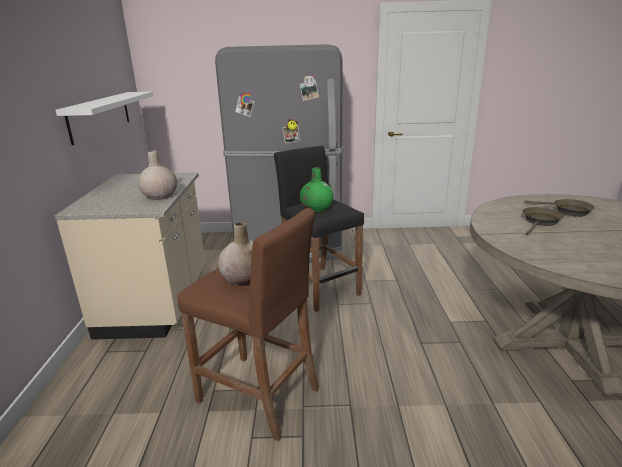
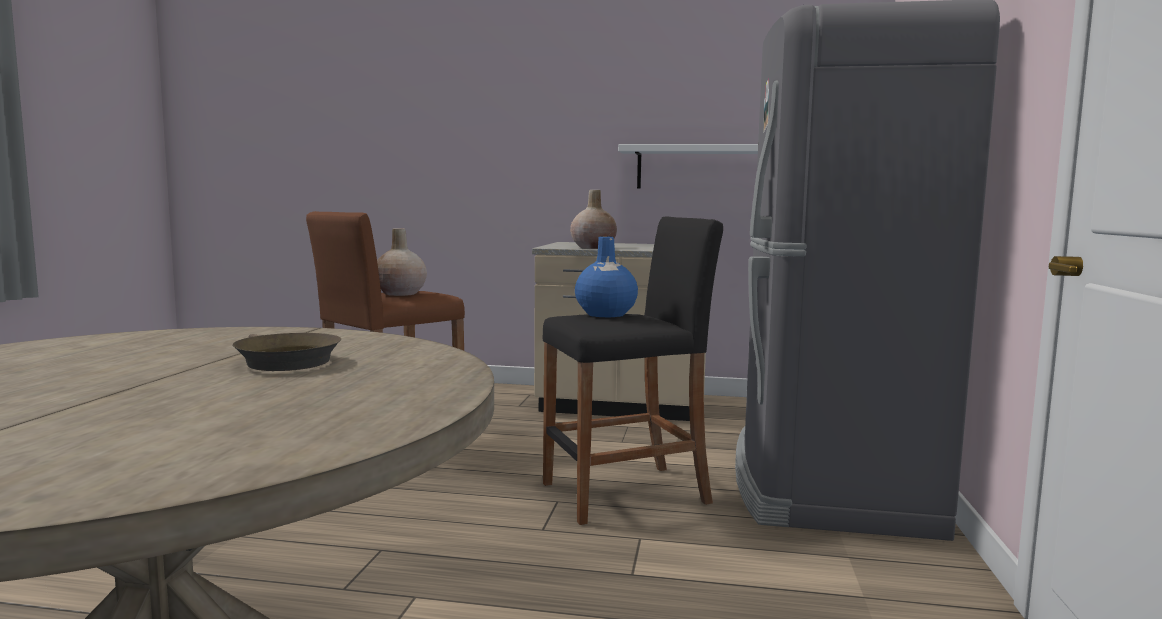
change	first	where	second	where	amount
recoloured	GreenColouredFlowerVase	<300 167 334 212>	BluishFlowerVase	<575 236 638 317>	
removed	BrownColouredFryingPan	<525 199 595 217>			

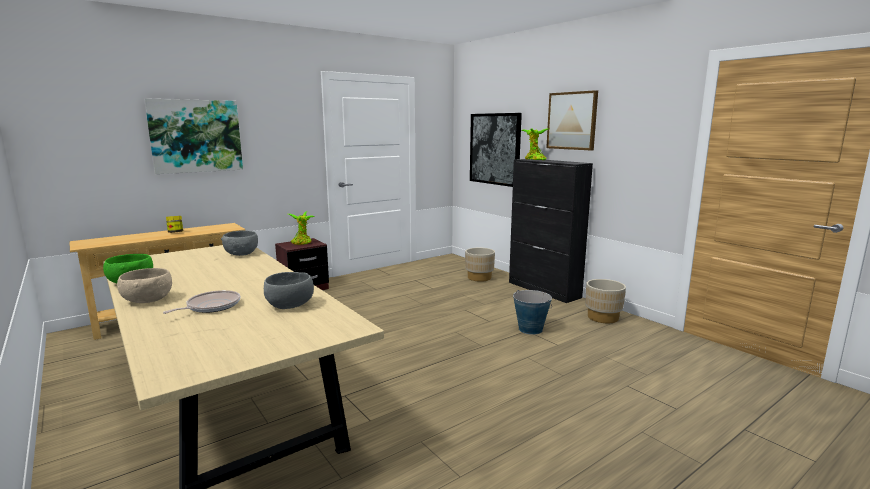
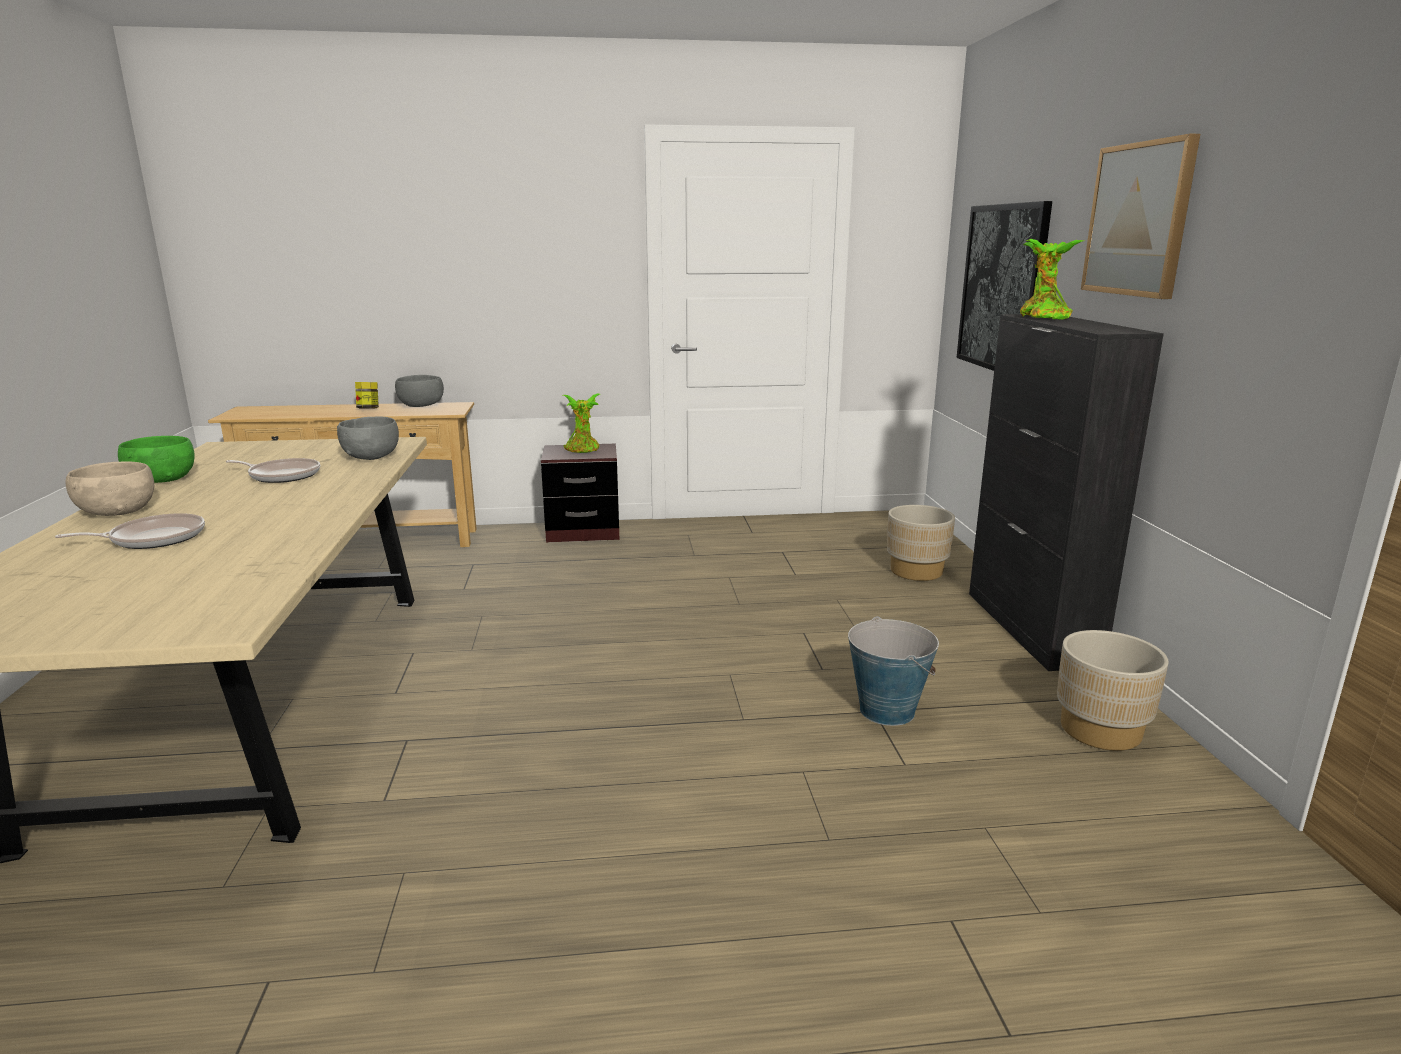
change	first	where	second	where	amount
removed	WallPicture	<144 98 243 174>			
moved	GreyishServingBowl	<264 272 314 309>		<395 375 444 407>	
added			FryingPan	<226 458 320 483>	

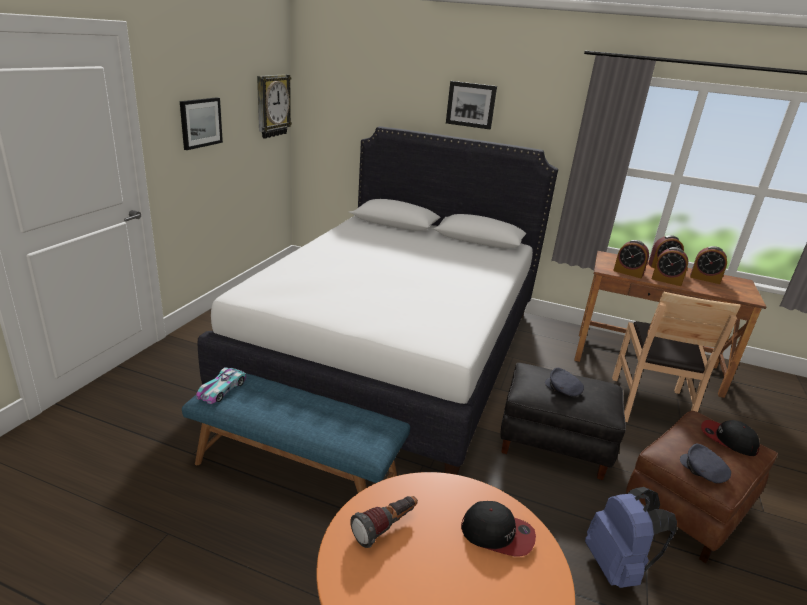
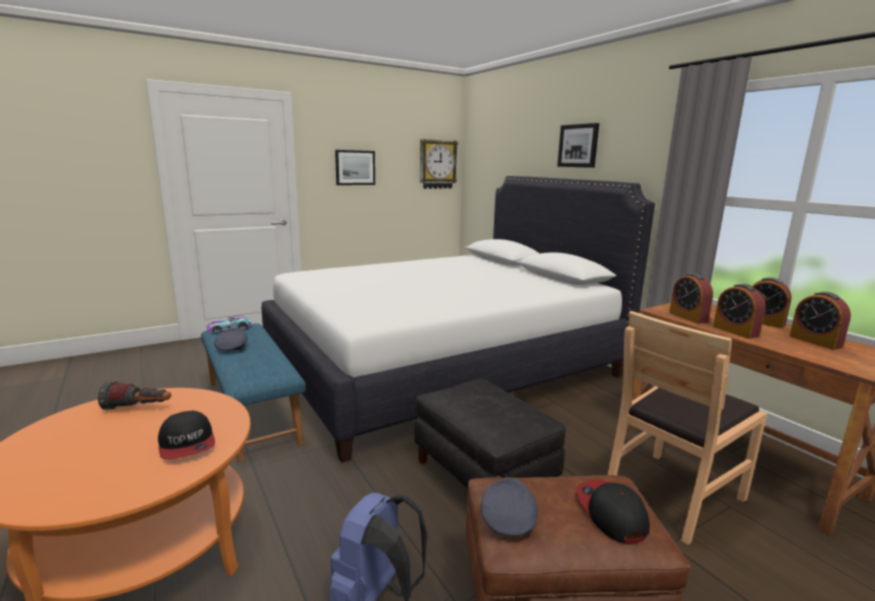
change	first	where	second	where	amount
moved	GreyishBaseballCap	<545 368 584 397>		<214 328 247 351>	

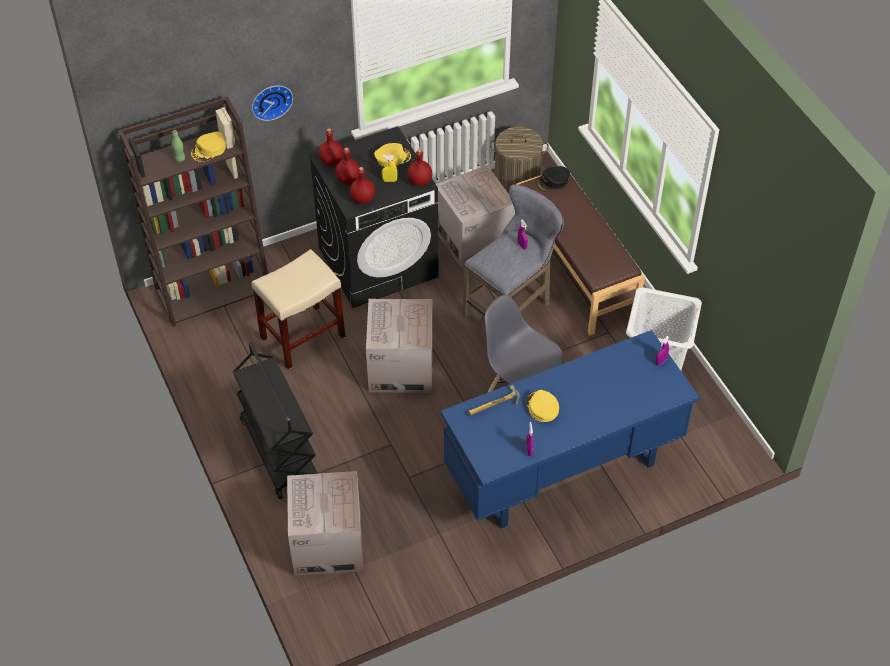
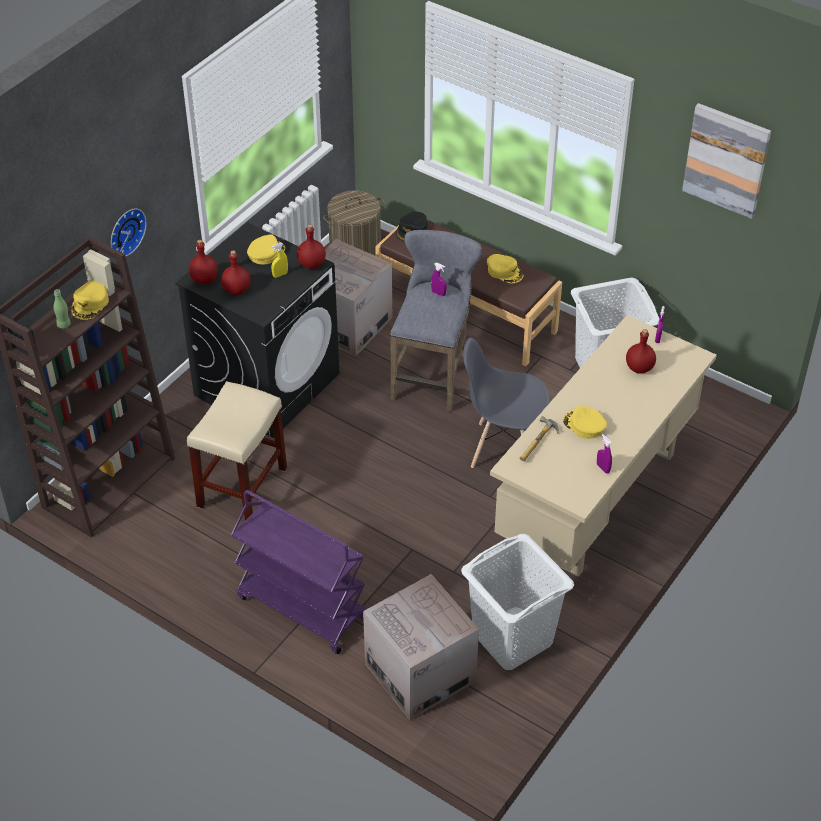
change	first	where	second	where	amount
moved	ReddishBottle	<350 167 375 204>		<626 329 656 373>	
removed	CardboardBox	<366 299 433 393>			
recoloured	BluishDeskUnit	<441 330 700 528>	SandColouredDeskUnit	<490 315 717 577>	
recoloured	BlackishWheeledCart	<233 343 318 499>	PurplishWheeledCart	<231 490 366 654>	
added			WallPicture	<682 103 771 219>	
added			YellowColouredBaseballCap	<487 254 524 283>	
added			WhiteColouredHamper	<461 534 574 670>	

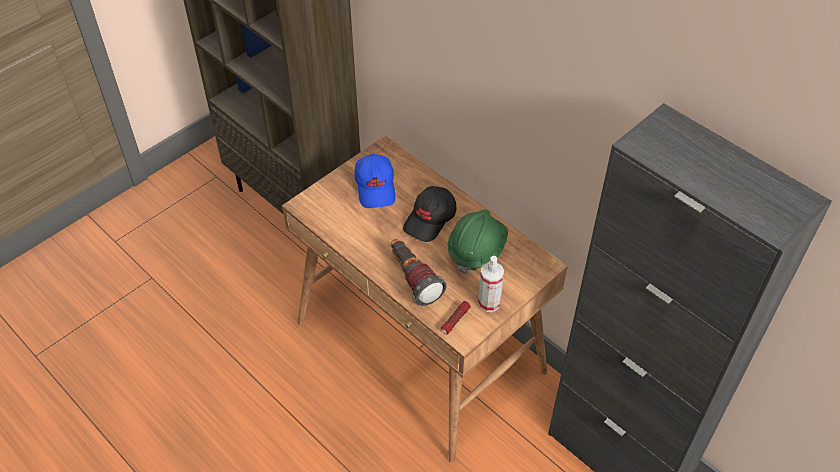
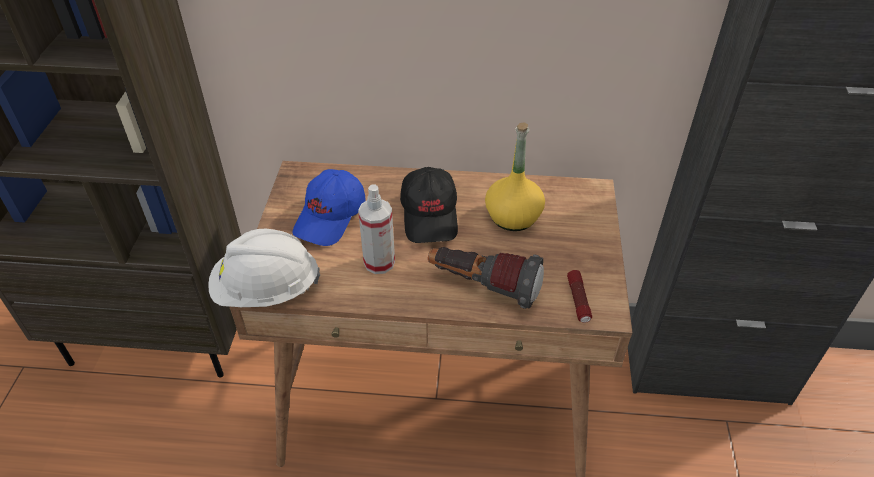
change	first	where	second	where	amount
turned	BluishBaseballCap	<354 154 396 208>		<293 169 366 246>	75 degrees clockwise
replaced	GreenColouredSafetyHelmet	<447 209 508 274>	YellowColouredBottle	<485 122 545 231>	
moved	HandSprayer	<478 256 504 312>		<358 184 395 274>	
added			WhiteColouredSafetyHelmet	<208 229 320 307>	

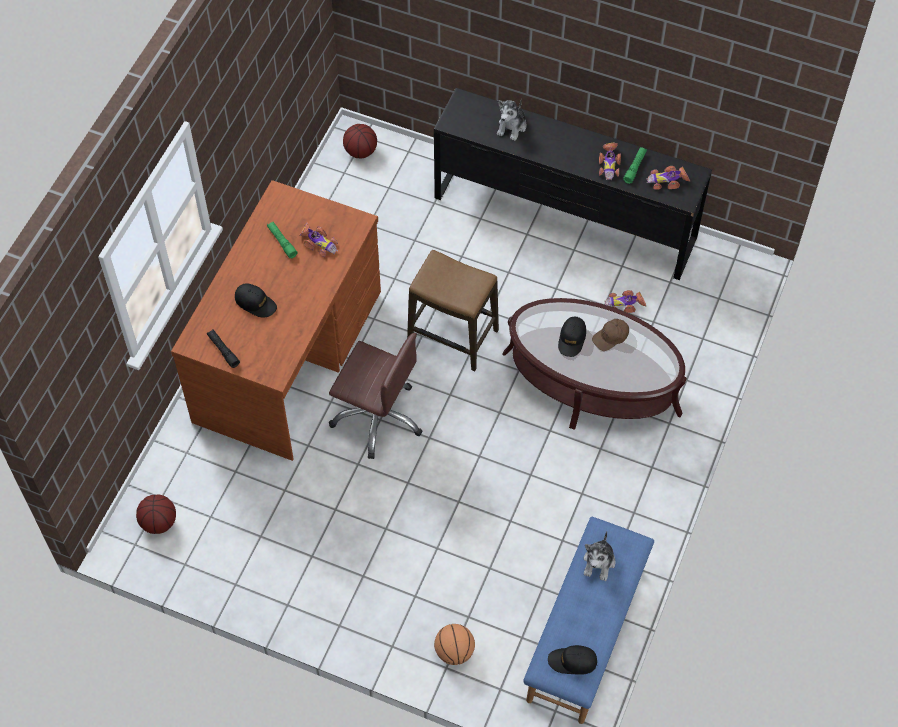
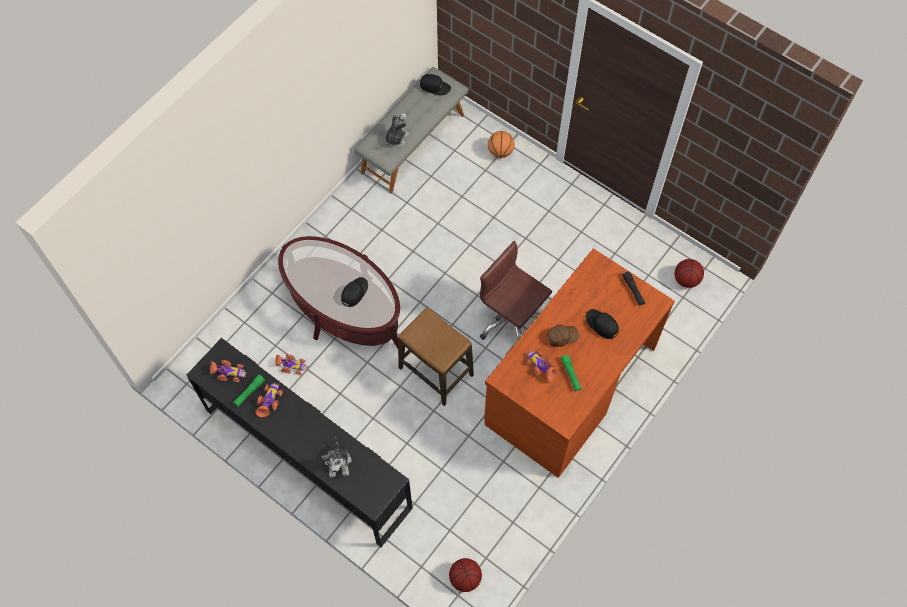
change	first	where	second	where	amount
turned	SoftToy	<497 98 526 141>		<321 437 352 478>	135 degrees clockwise
moved	BrownColouredBaseballCap	<592 319 629 351>		<547 325 579 347>	
recoloured	BluishBench	<523 517 654 724>	GreyishBench	<353 67 468 194>	

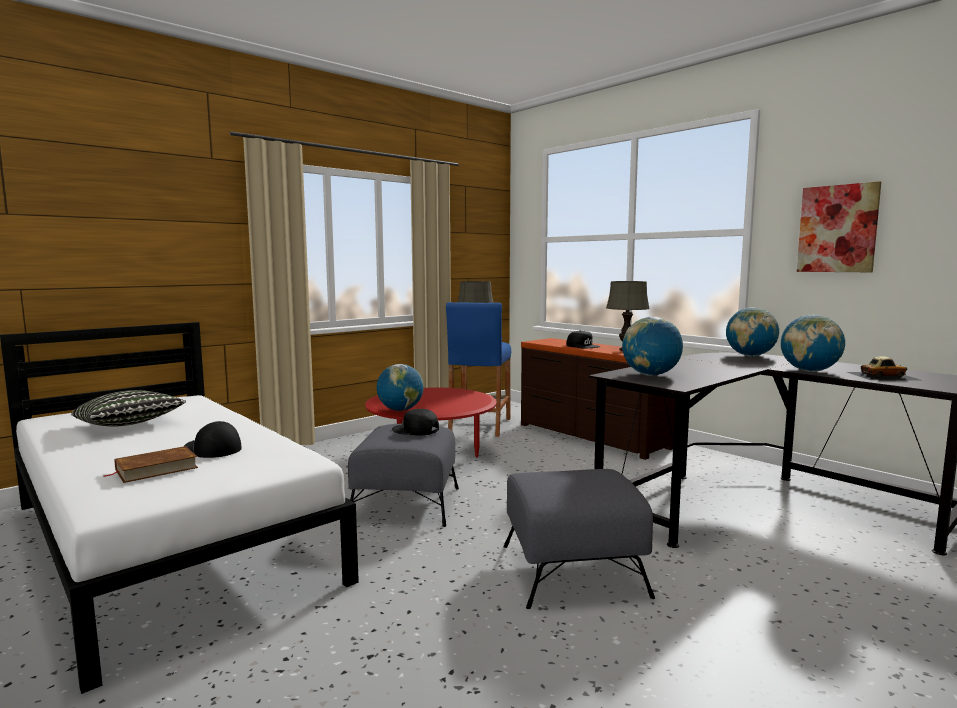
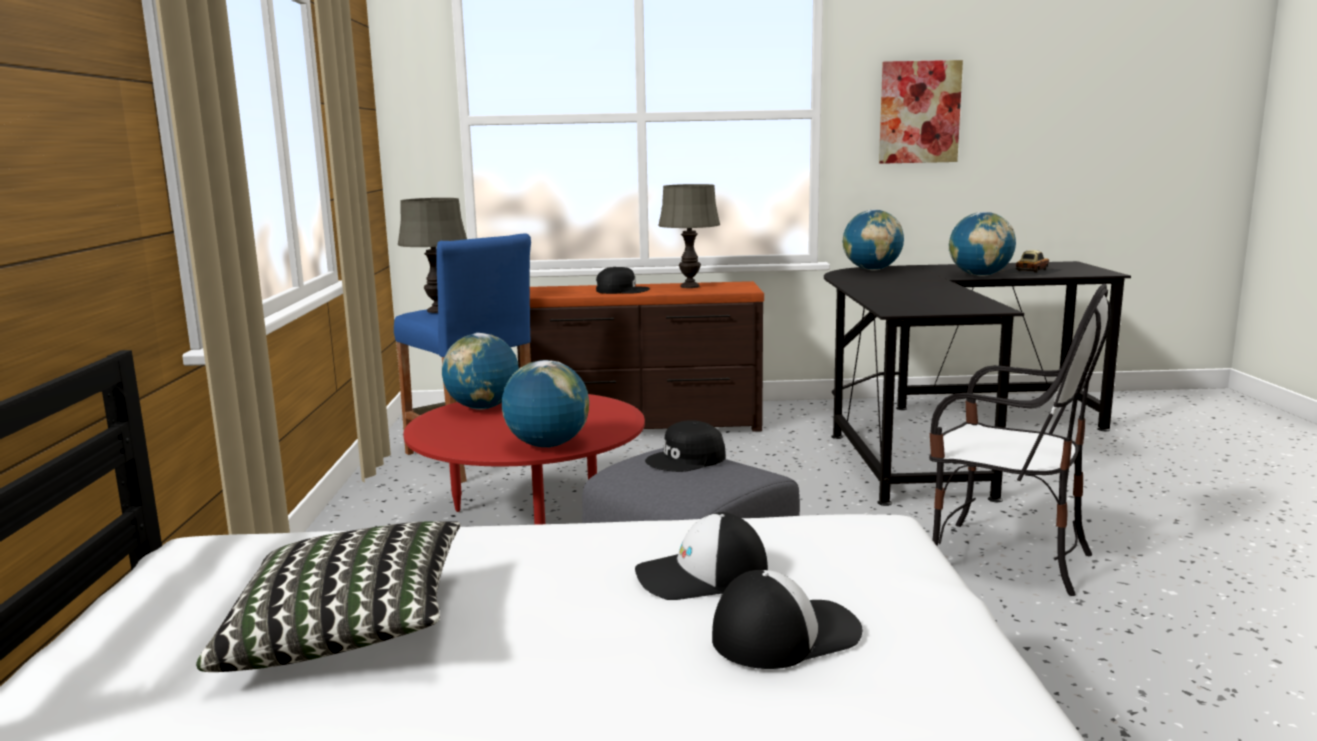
change	first	where	second	where	amount
moved	Globe	<622 317 683 376>		<442 333 519 410>	
replaced	BrownColouredBook	<103 446 198 483>	BaseballCap	<712 570 862 669>	
replaced	GreyishFootrest	<503 469 655 609>	UprightChair	<929 284 1111 596>	

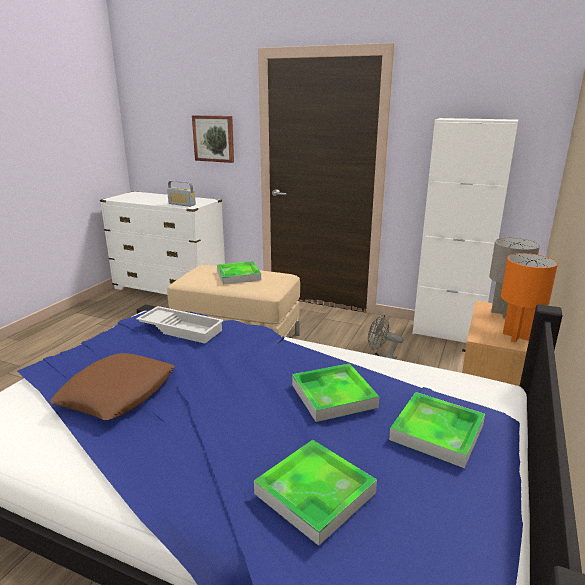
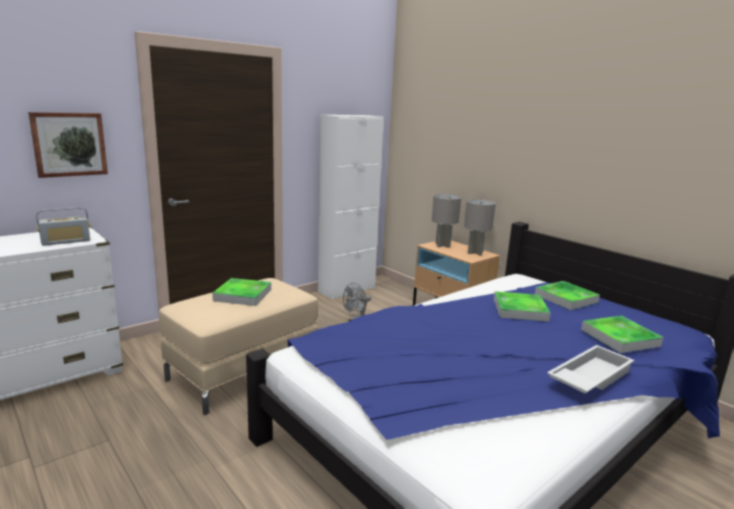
change	first	where	second	where	amount
recoloured	OrangeyTabletopLamp	<501 253 558 342>	GreyishTabletopLamp	<464 199 496 256>	
moved	WhiteColouredCarryingTray	<136 306 224 343>		<547 345 635 394>	
removed	BrownColouredPillow	<50 353 175 420>			

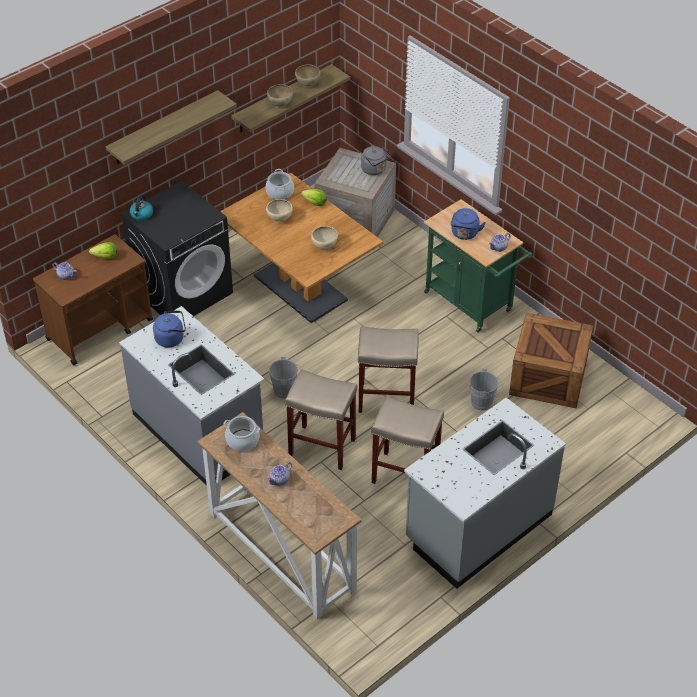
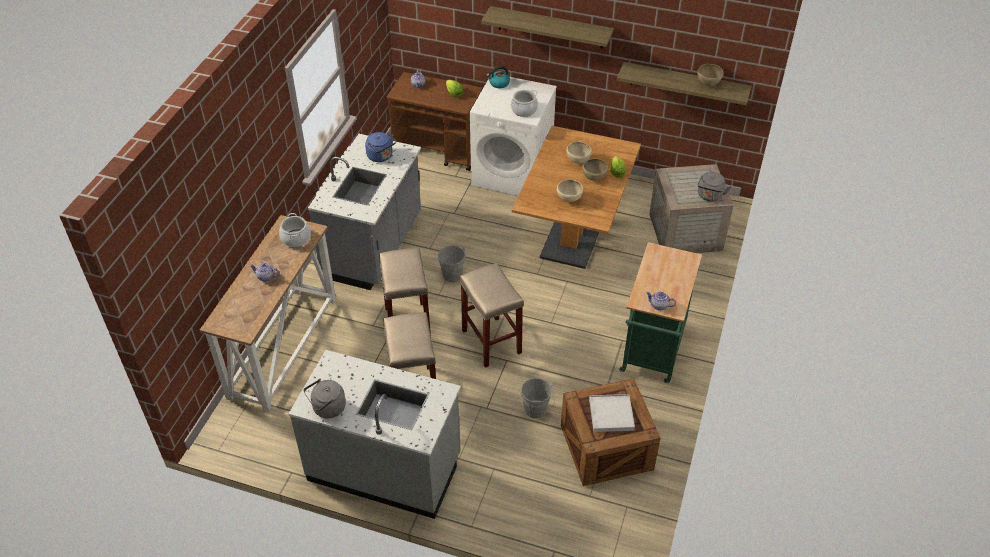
change	first	where	second	where	amount
moved	BrownColouredServingBowl	<267 84 293 107>		<582 158 608 181>	
moved	Stockpot	<266 169 294 200>		<511 90 538 117>	
recoloured	BlackishWashingMachine	<120 181 233 316>	WhiteColouredWashingMachine	<470 77 557 196>	
removed	BluishTeaKettle	<451 208 486 240>			
added			GreyishTeaKettle	<303 379 346 418>	
added			WhiteColouredCarryingTray	<589 394 635 432>	

